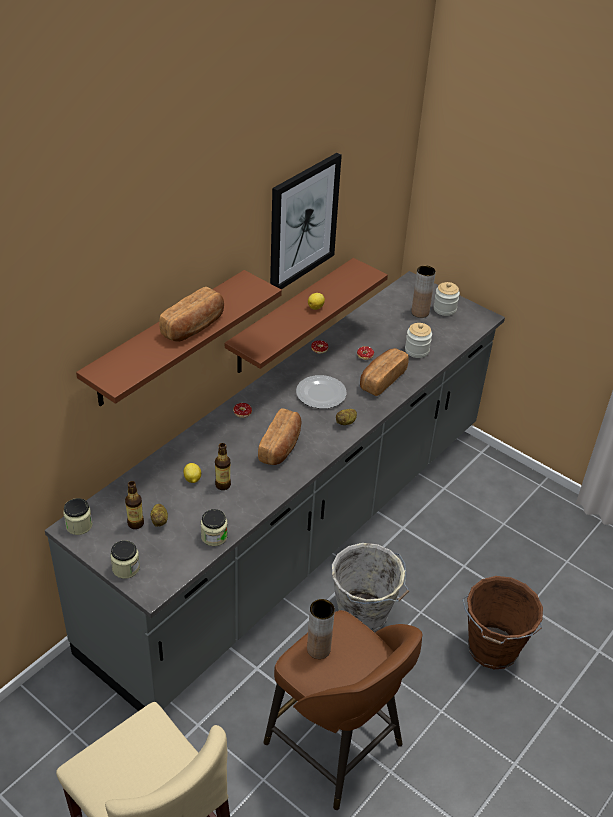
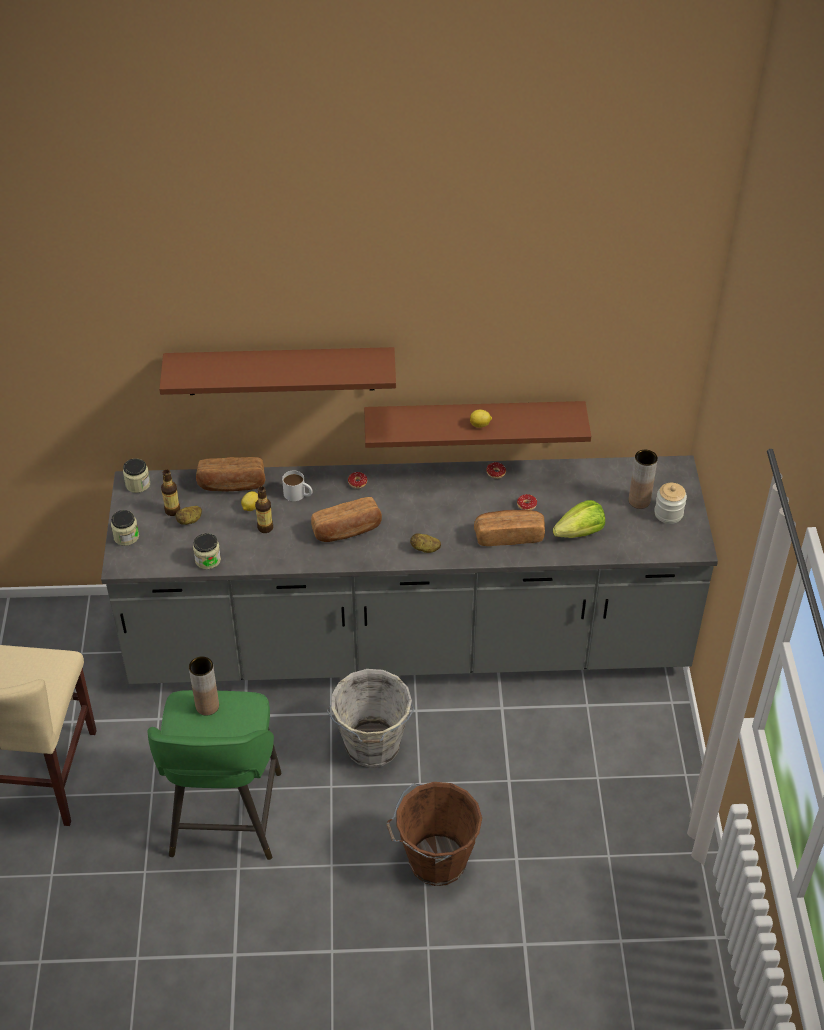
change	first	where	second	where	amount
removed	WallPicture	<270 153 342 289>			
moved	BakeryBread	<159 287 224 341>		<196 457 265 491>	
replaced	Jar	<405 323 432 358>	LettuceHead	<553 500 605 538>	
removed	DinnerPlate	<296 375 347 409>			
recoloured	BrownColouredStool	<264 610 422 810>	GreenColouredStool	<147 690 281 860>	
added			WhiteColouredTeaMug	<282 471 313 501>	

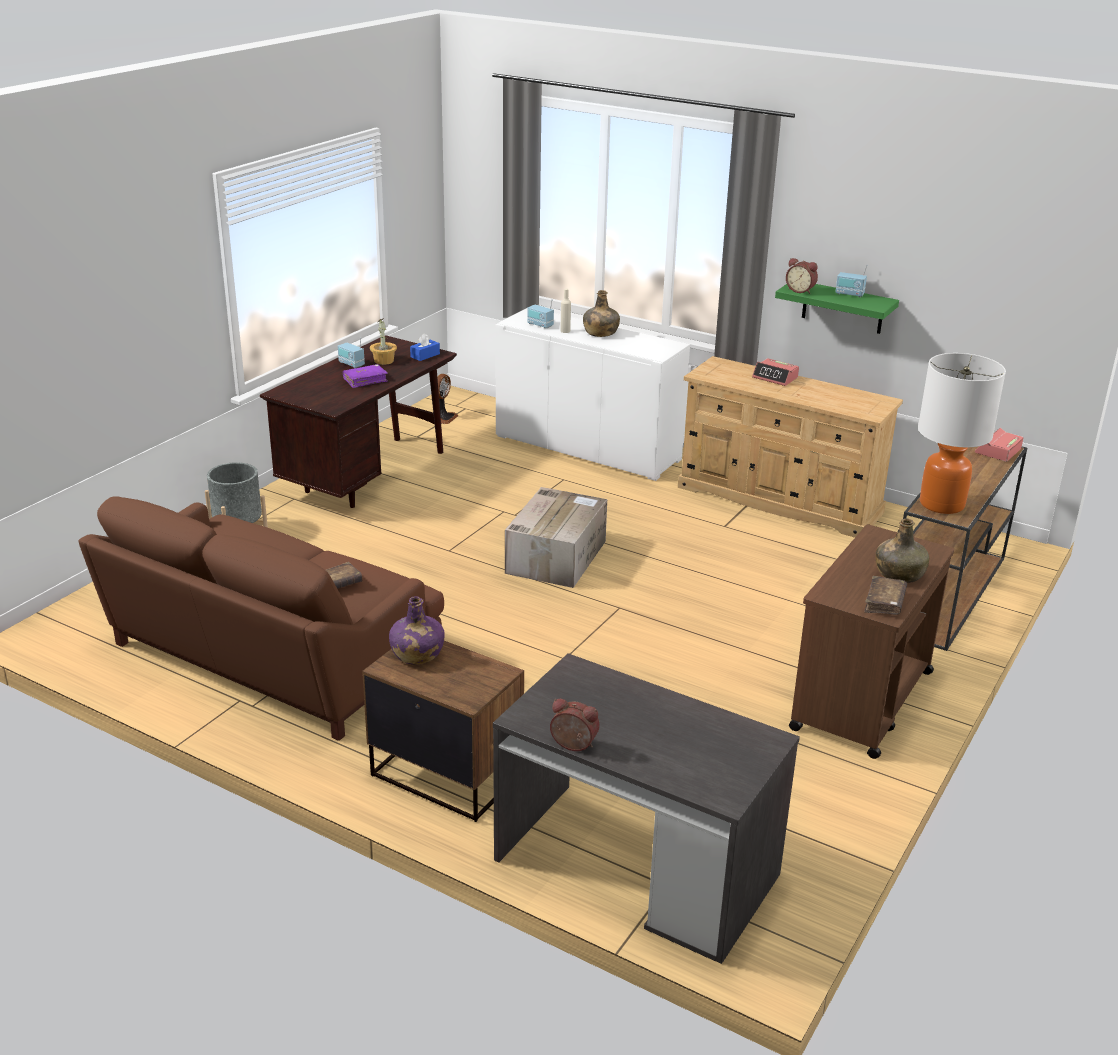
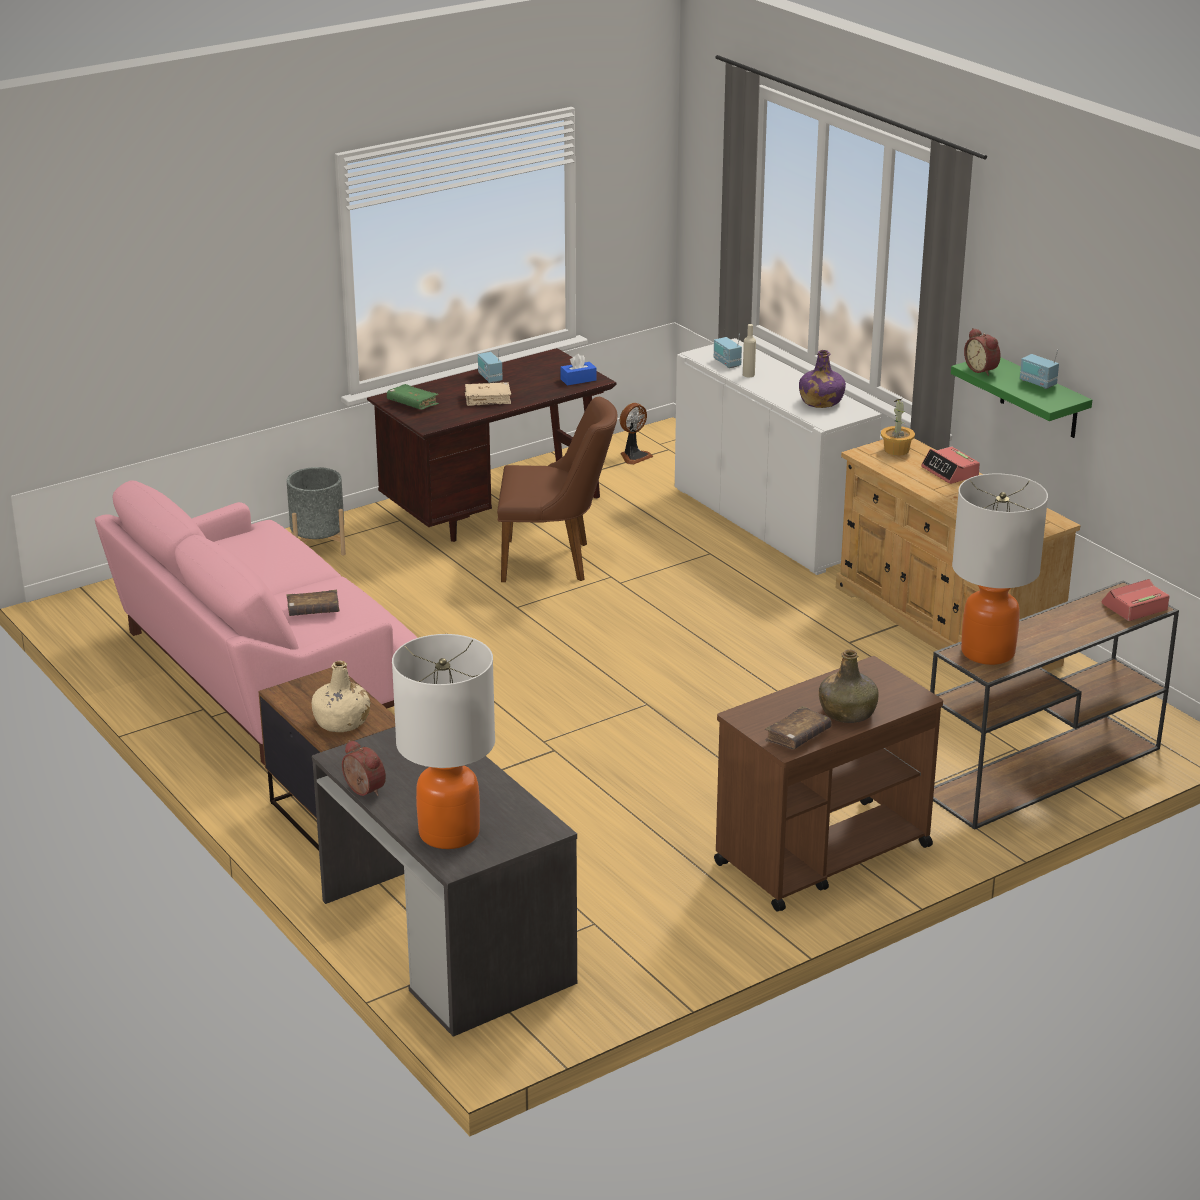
change	first	where	second	where	amount
removed	GreenColouredBottle	<583 290 620 337>			
moved	Houseplant	<370 318 397 365>		<881 399 915 456>	
recoloured	PurplishBook	<343 364 388 388>	SandColouredBook	<465 382 511 406>	
removed	CardboardBox	<505 487 607 588>			
recoloured	BrownColouredSofa	<79 496 444 741>	PinkishSofa	<95 481 418 765>	
moved	PurplishBottle	<389 597 445 664>		<799 350 846 408>	
added			GreenColouredBook	<387 384 439 410>	
added			BrownColouredUprightChair	<497 397 617 582>	
added			TabletopLamp	<392 634 495 849>	
added			SandColouredBottle	<311 661 371 732>	

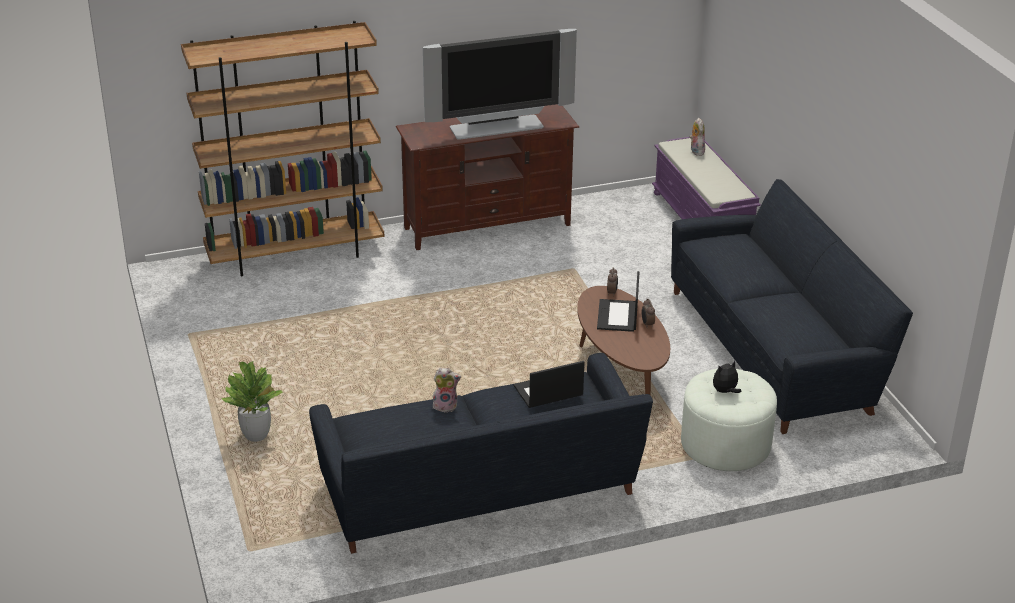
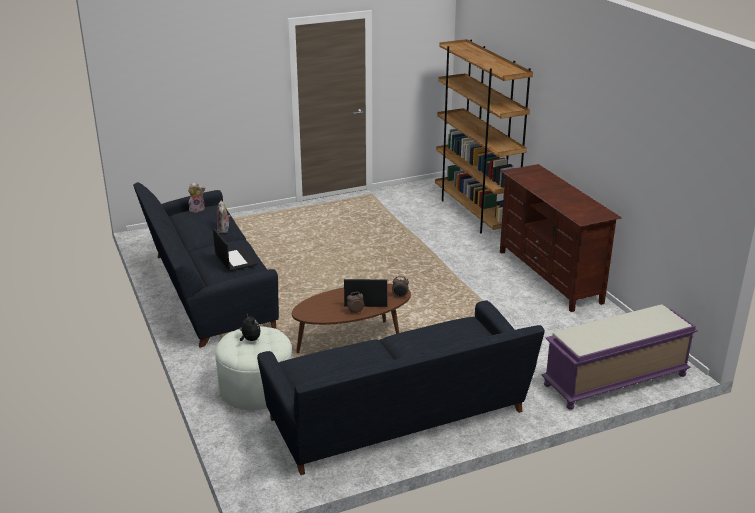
change	first	where	second	where	amount
removed	Television	<423 29 577 140>			
moved	SoftToy	<690 118 705 156>		<188 182 205 212>	
removed	Houseplant	<221 361 283 442>			

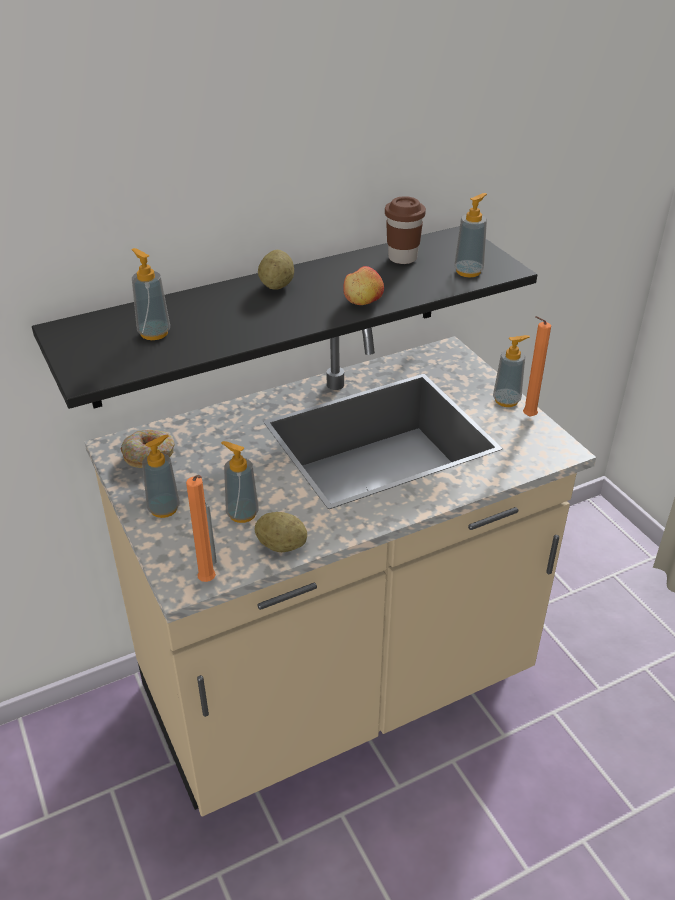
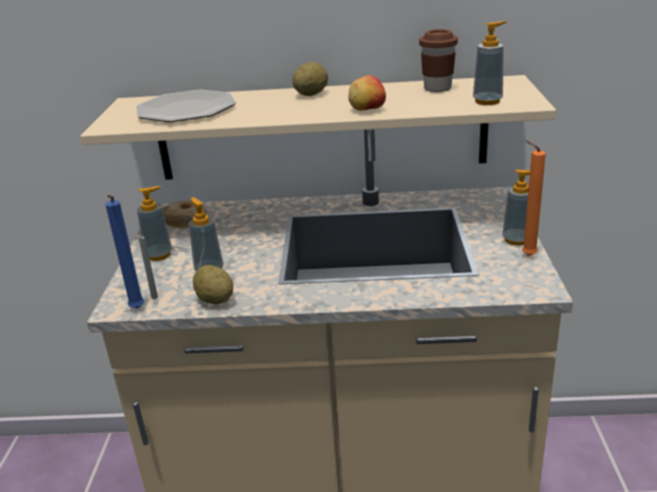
change	first	where	second	where	amount
recoloured	BlackishBracketShelf	<32 226 537 409>	SandColouredBracketShelf	<80 75 556 180>	
replaced	SoapBottle	<131 248 170 340>	DinnerPlate	<136 90 236 122>	
recoloured	OrangeyWaxLight	<186 475 216 582>	BluishWaxLight	<105 195 144 309>	

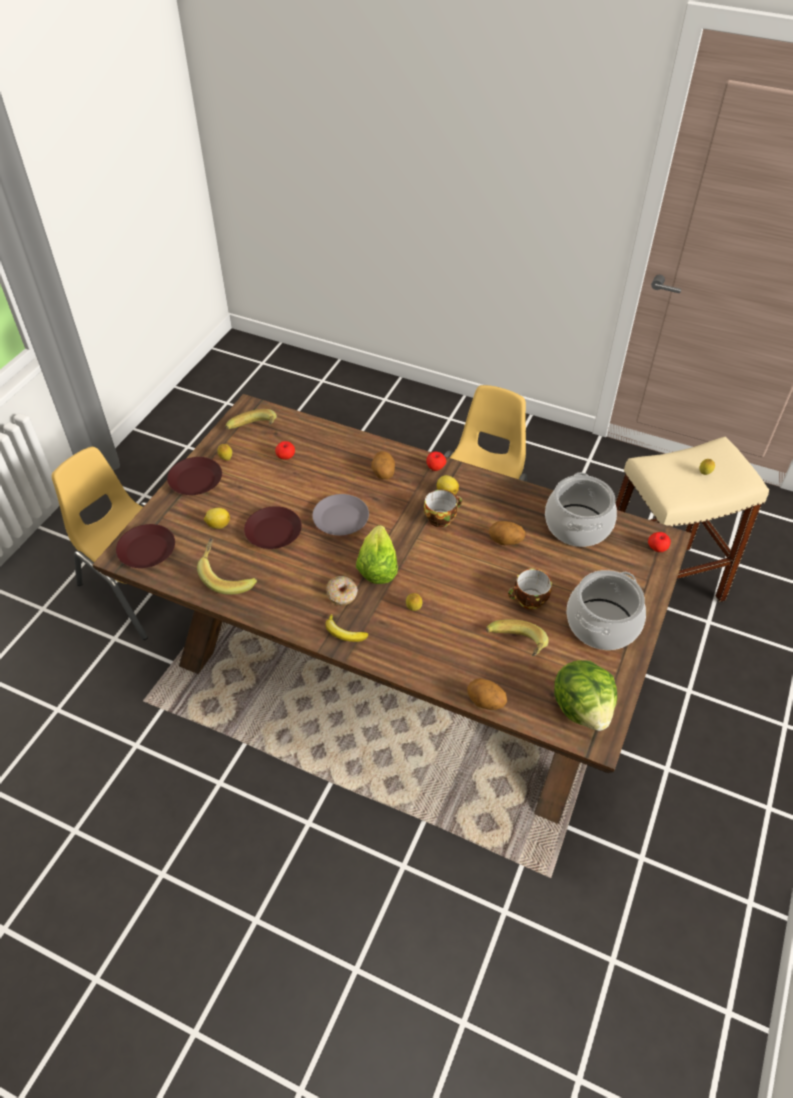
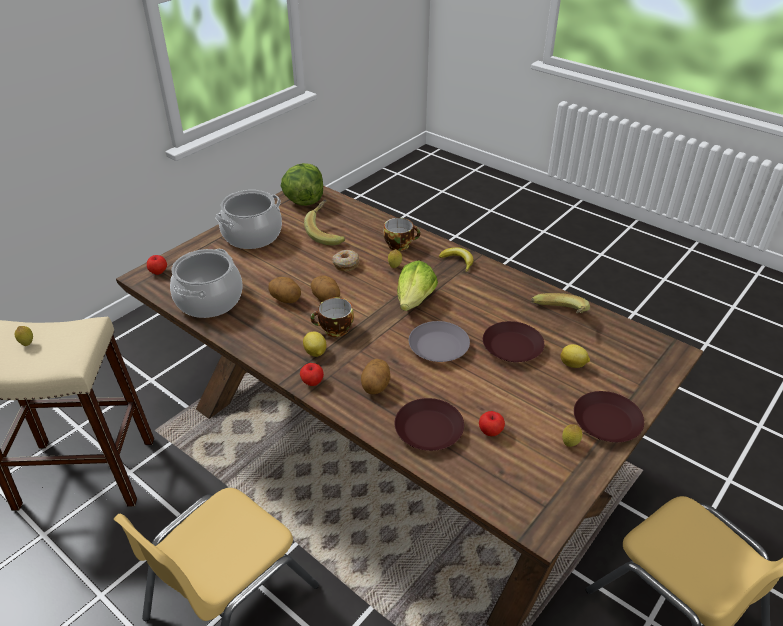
change	first	where	second	where	amount
removed	BananaFruit	<225 409 277 429>			
moved	BrownColouredDinnerPlate	<116 524 175 568>		<395 398 464 451>	
moved	DrinkingCup	<508 568 552 609>		<383 218 421 251>	
moved	Doughnut	<326 576 358 605>		<332 250 359 271>	
moved	Spud	<467 678 507 710>		<311 275 340 301>	

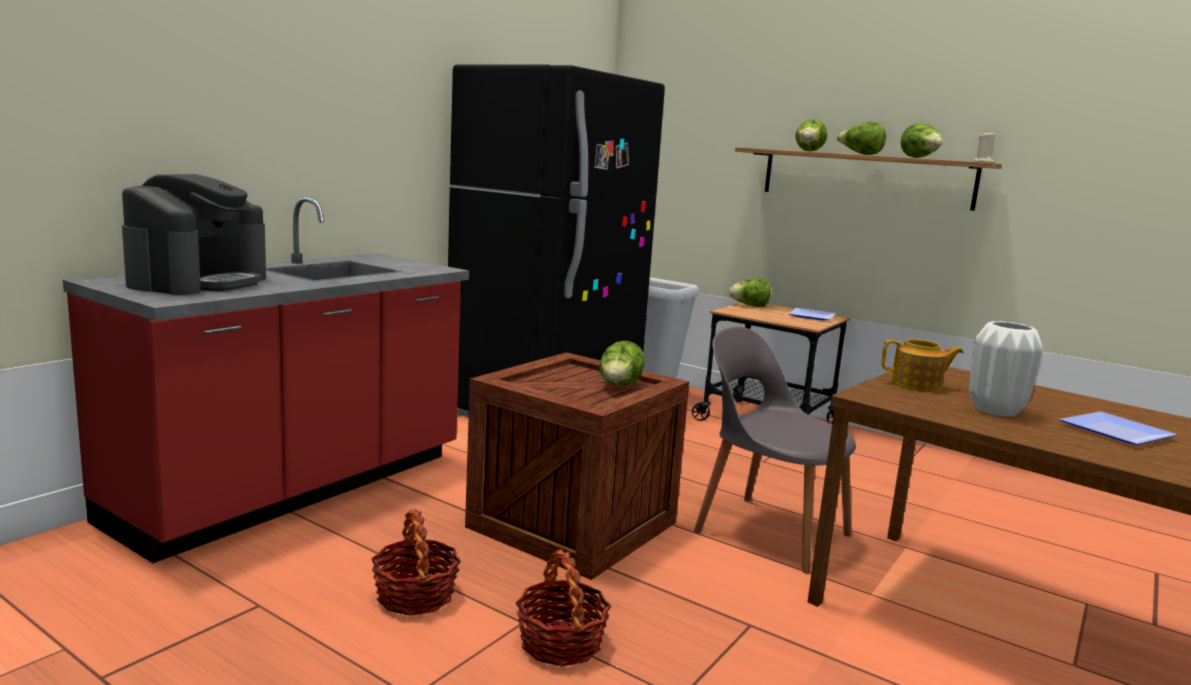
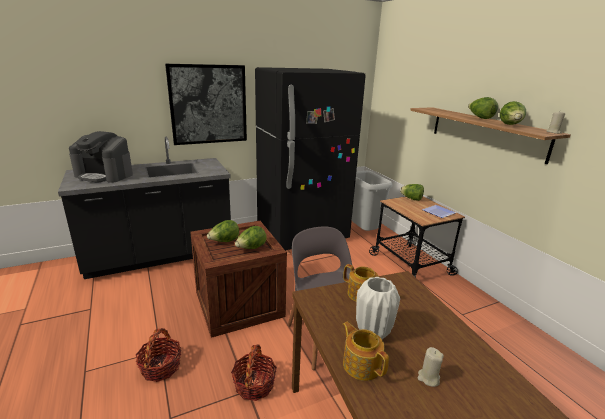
change	first	where	second	where	amount
moved	LettuceHead	<795 119 827 152>		<207 220 239 242>	
turned	CoffeeMachine	<122 174 266 295>		<69 131 133 183>	60 degrees clockwise
recoloured	ReddishCounter	<63 197 469 563>	BlackishCounter	<58 137 231 279>	
replaced	DinnerPlate	<1060 411 1177 445>	SandColouredWaxLight	<418 347 444 387>	
moved	HouseholdBasket	<371 509 461 615>		<231 344 277 401>	
added			WallPicture	<165 64 247 145>	
added			TeaPot	<343 322 389 381>	

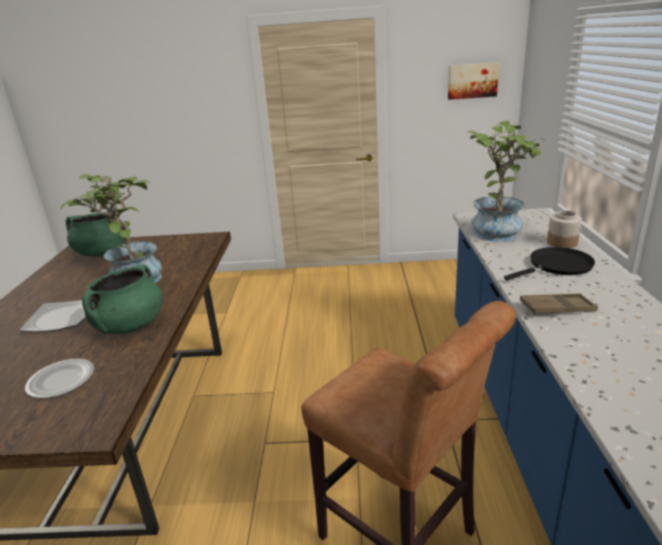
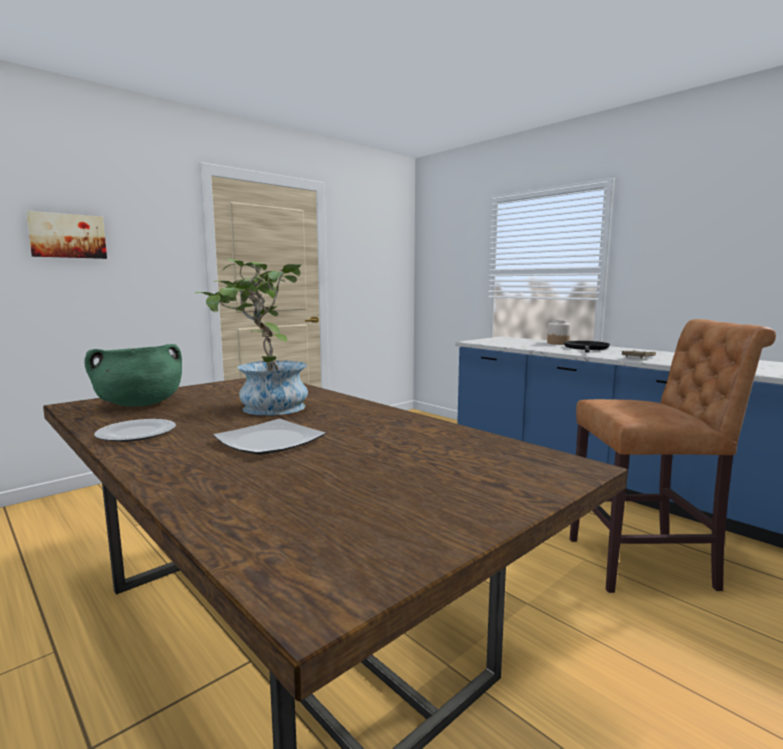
change	first	where	second	where	amount
moved	WallPicture	<448 62 499 100>		<26 211 107 259>	
removed	Houseplant	<467 120 544 242>			
removed	GreenColouredStockpot	<82 264 163 334>			
moved	DinnerPlate	<25 359 95 399>		<94 419 176 442>	

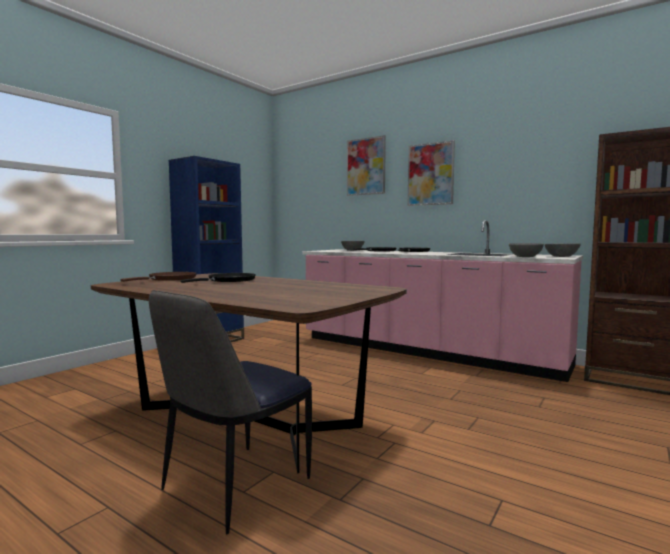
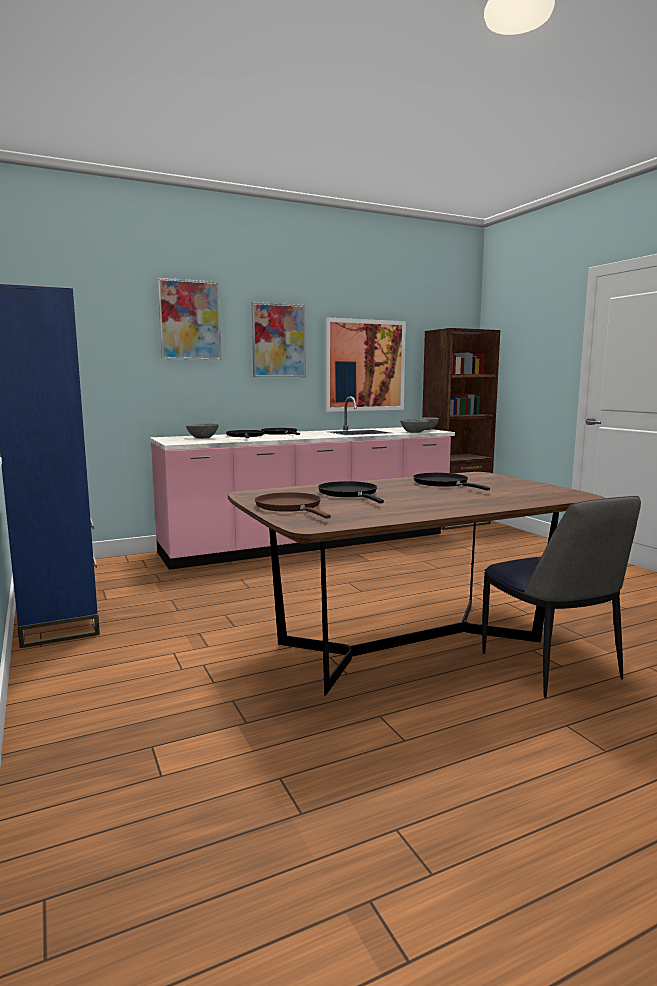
change	first	where	second	where	amount
added			WallPicture	<325 317 406 412>	
added			BlackishFryingPan	<413 473 490 491>	

